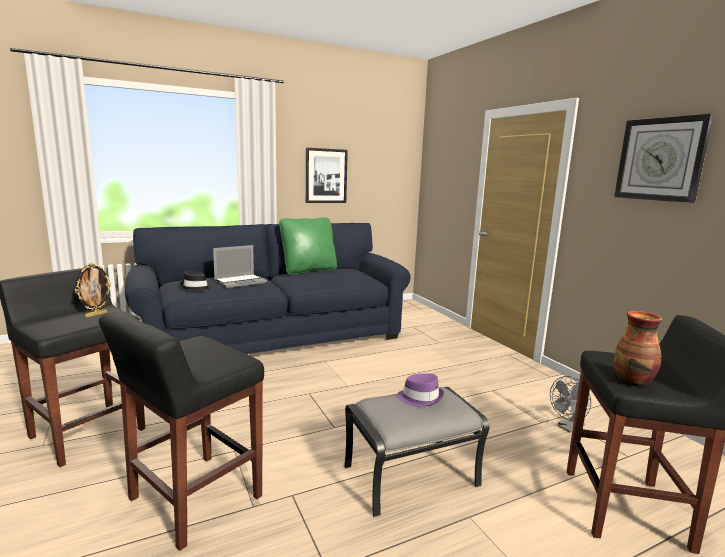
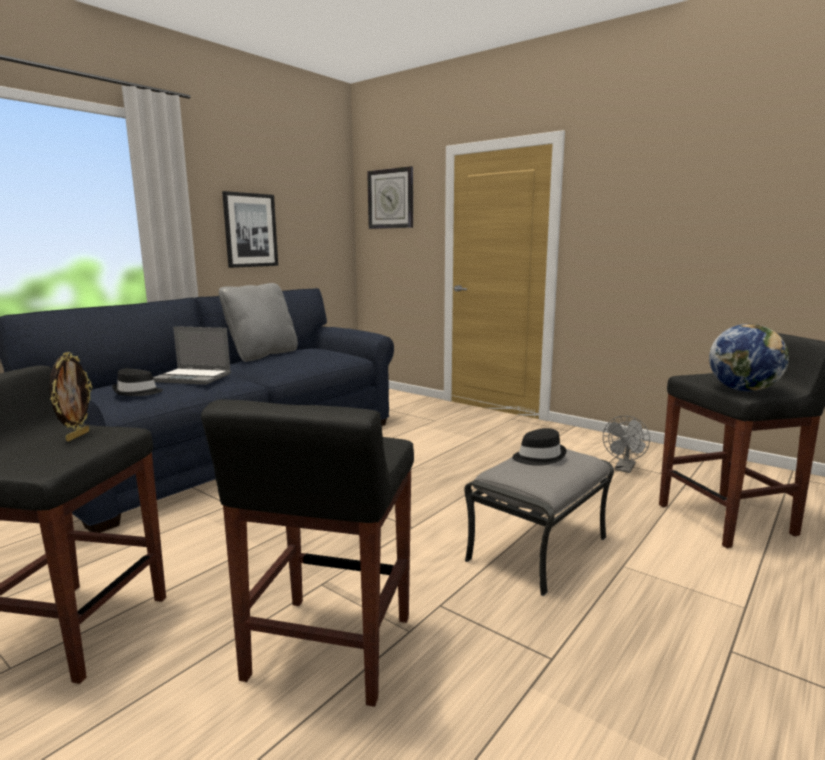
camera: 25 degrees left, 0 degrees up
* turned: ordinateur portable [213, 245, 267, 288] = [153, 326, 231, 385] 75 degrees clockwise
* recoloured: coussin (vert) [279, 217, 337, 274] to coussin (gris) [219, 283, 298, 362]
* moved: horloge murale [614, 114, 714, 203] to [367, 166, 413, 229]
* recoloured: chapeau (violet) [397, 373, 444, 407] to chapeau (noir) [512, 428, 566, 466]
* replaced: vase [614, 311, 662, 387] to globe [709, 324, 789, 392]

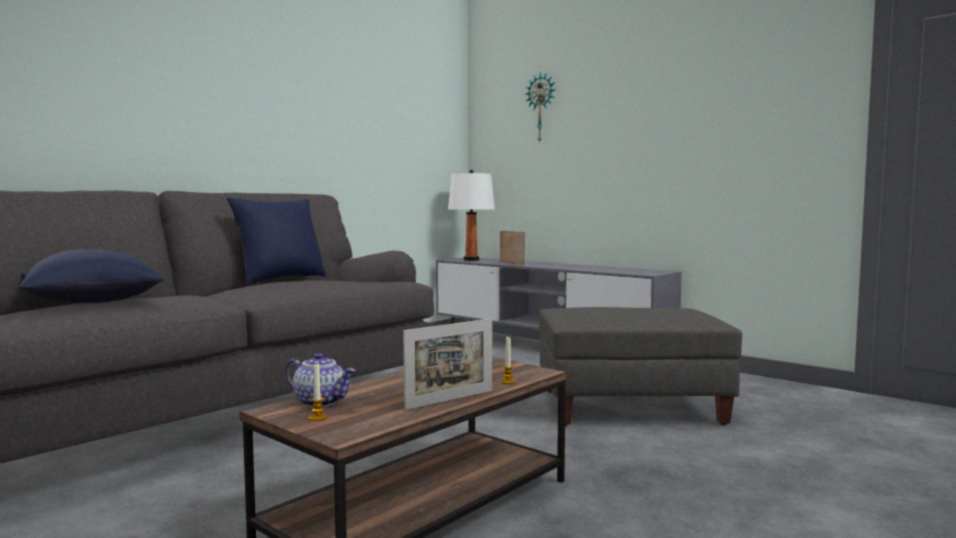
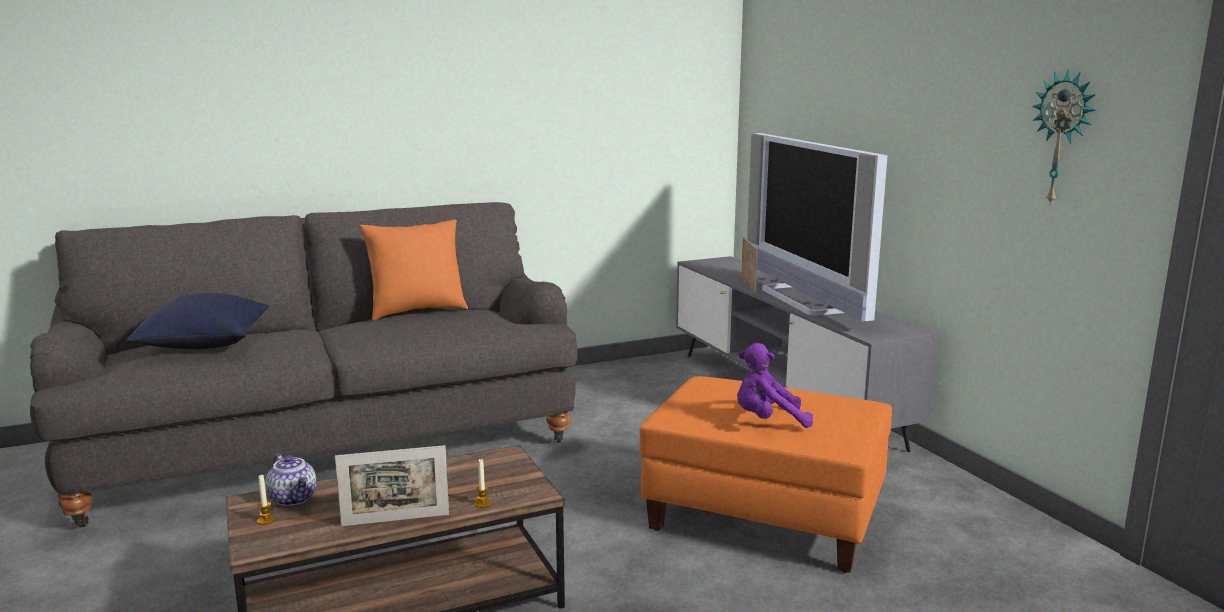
camera: 25 degrees right, 10 degrees up
* recoloured: coussin (bleu) [227, 198, 327, 286] to coussin (orange) [360, 220, 468, 320]
* recoloured: pouf (gris) [539, 307, 742, 426] to pouf (orange) [640, 376, 892, 573]
* added: peluche (violet) [737, 343, 813, 428]
* added: téléviseur [747, 133, 888, 322]
* moved: horloge murale [525, 72, 555, 144] to [1032, 69, 1096, 206]
* removed: lampe de table (blanc) [448, 170, 495, 261]

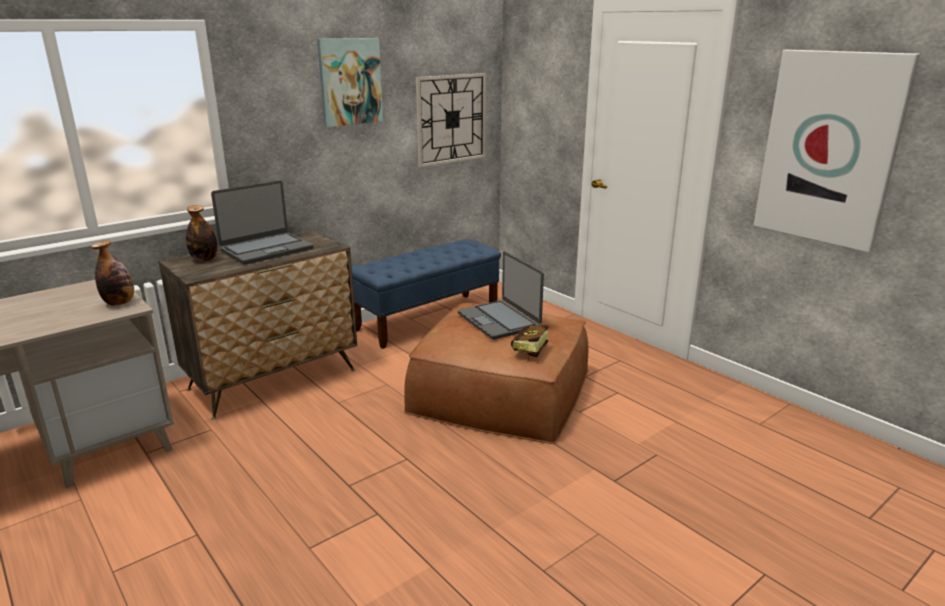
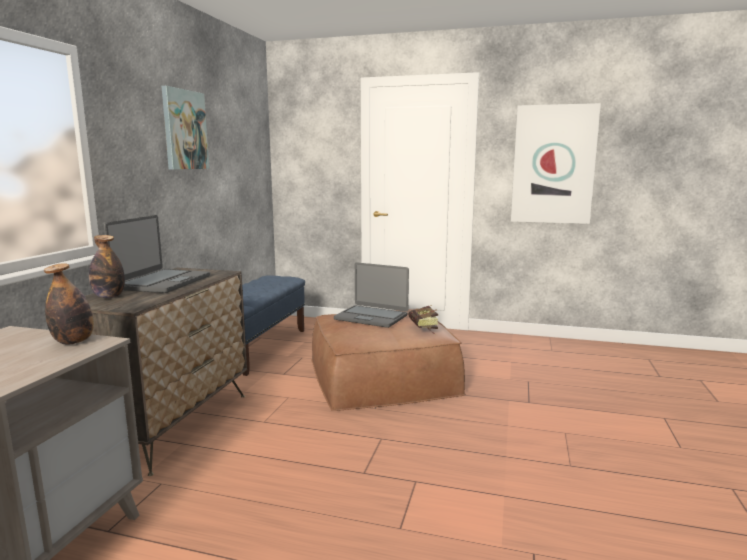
camera: 35 degrees left, 10 degrees down
* removed: horloge murale [416, 73, 486, 167]

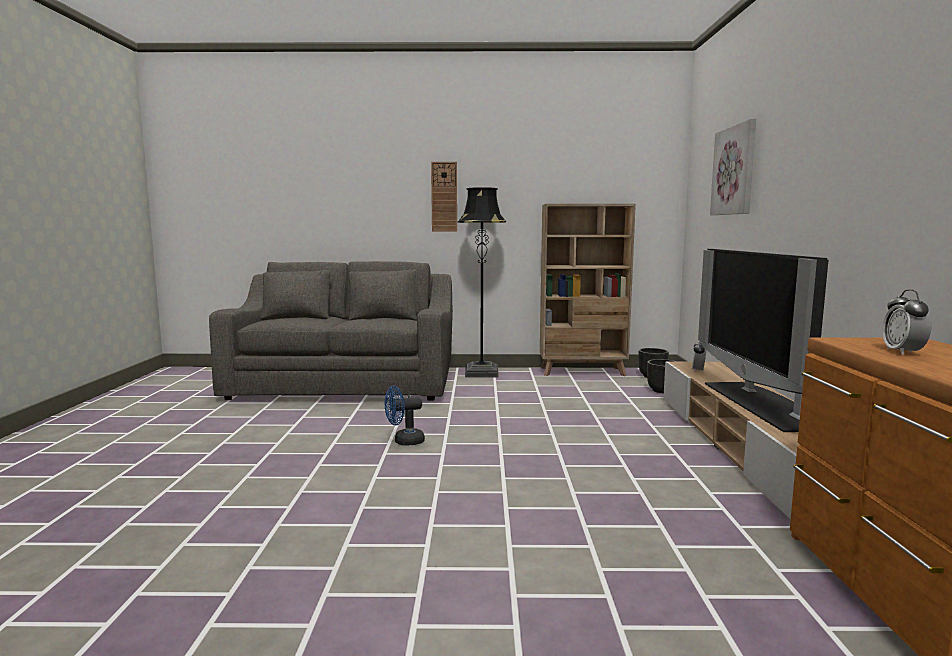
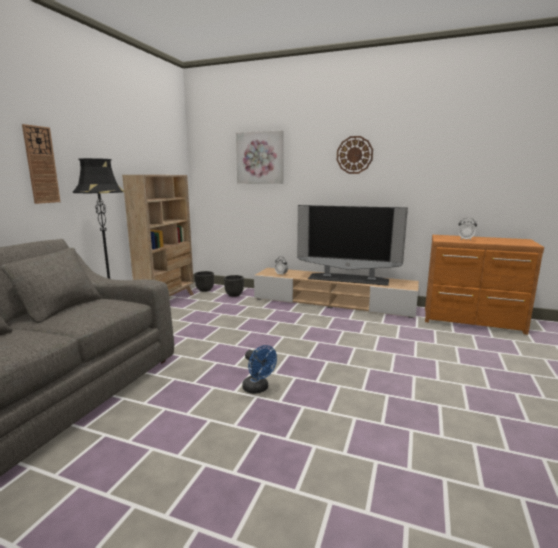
camera: 70 degrees left, 5 degrees up
* turned: ventilateur (bleu) [385, 386, 425, 446] = [242, 345, 277, 394] 45 degrees counterclockwise
* added: horloge murale [337, 136, 373, 174]

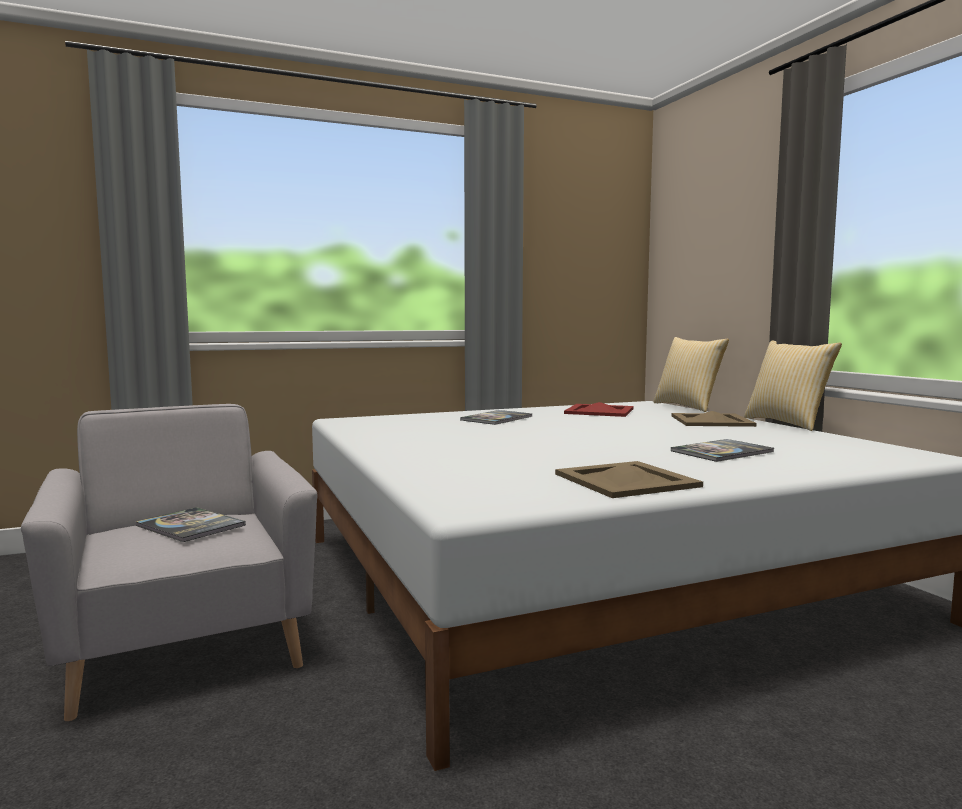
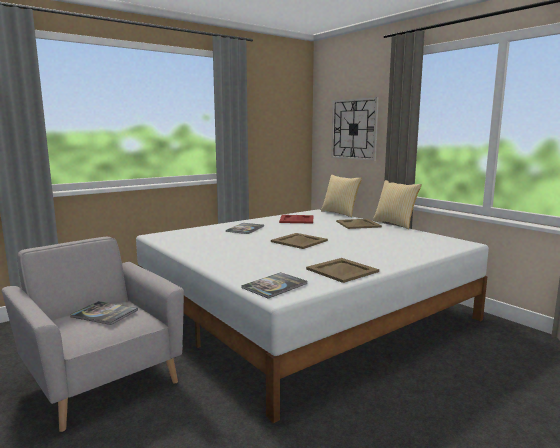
camera: 15 degrees left, 5 degrees up
* moved: livre [671, 439, 774, 462] to [241, 272, 308, 299]
* added: plateau (beige) [271, 233, 328, 249]
* added: horloge murale [331, 97, 379, 161]

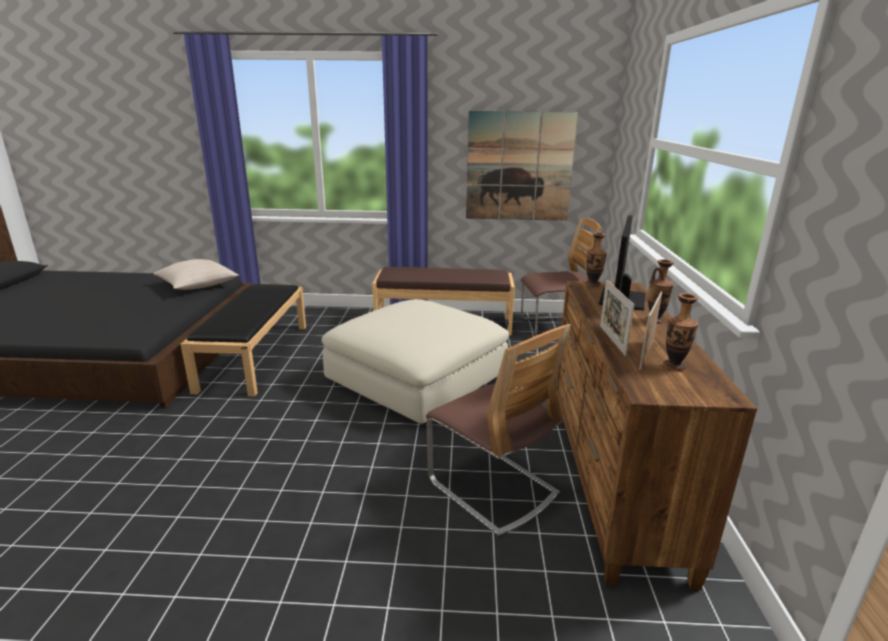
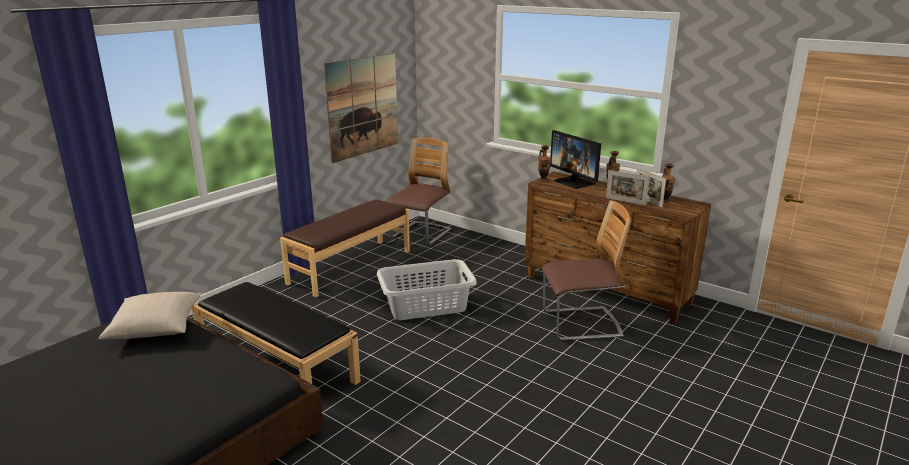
camera: 55 degrees left, 0 degrees up
* replaced: pouf (beige) [322, 299, 509, 426] to panier à linge (gris) [377, 259, 477, 320]

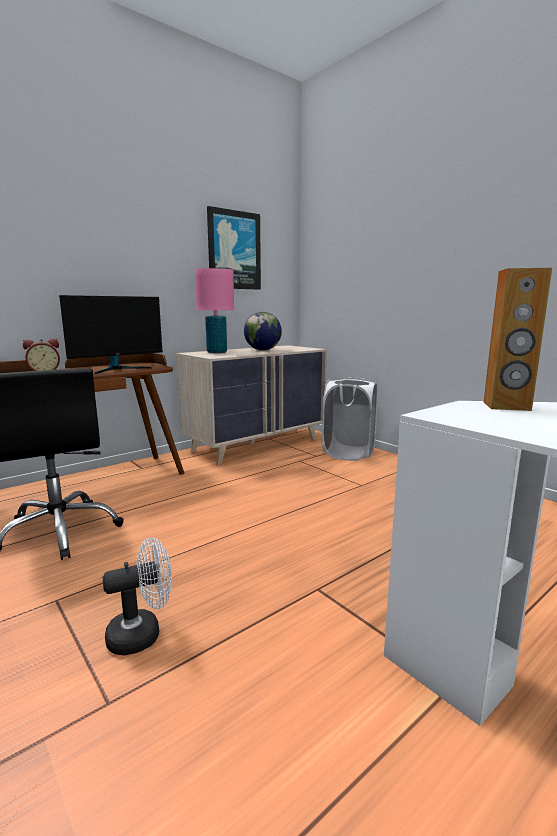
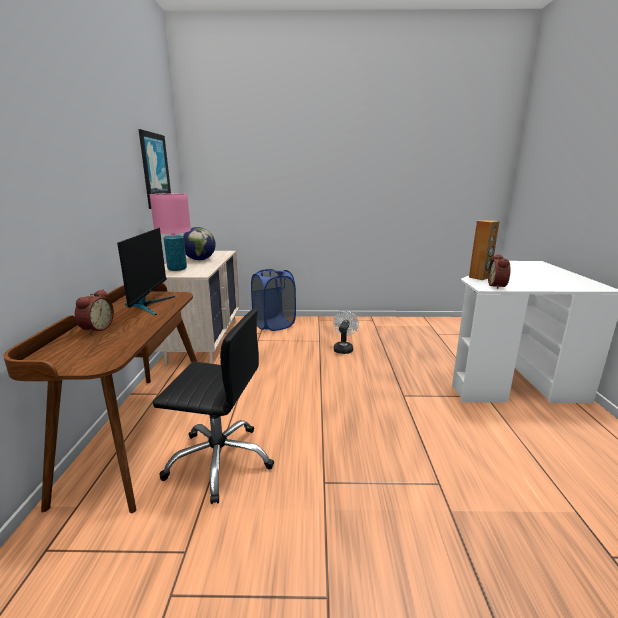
camera: 50 degrees left, 5 degrees up
* recoloured: panier à linge (blanc) [322, 377, 378, 461] to panier à linge (bleu) [251, 269, 296, 331]
* moved: ventilateur (blanc) [102, 538, 172, 655] to [333, 311, 359, 354]
* added: réveil [488, 254, 511, 289]

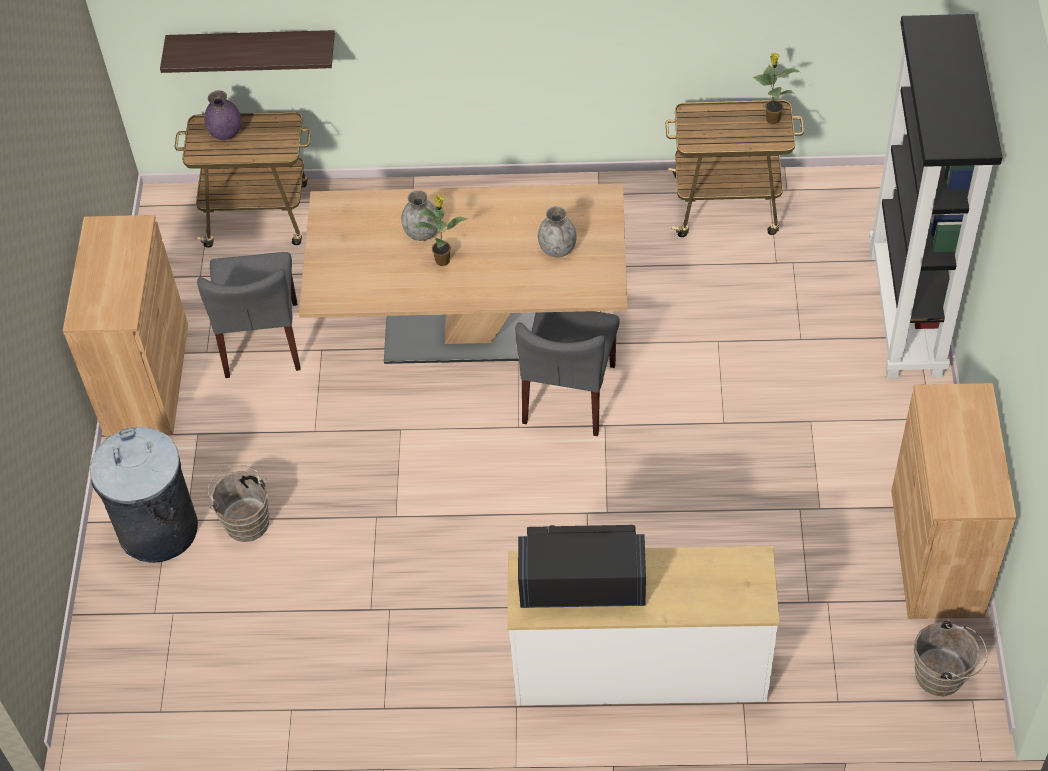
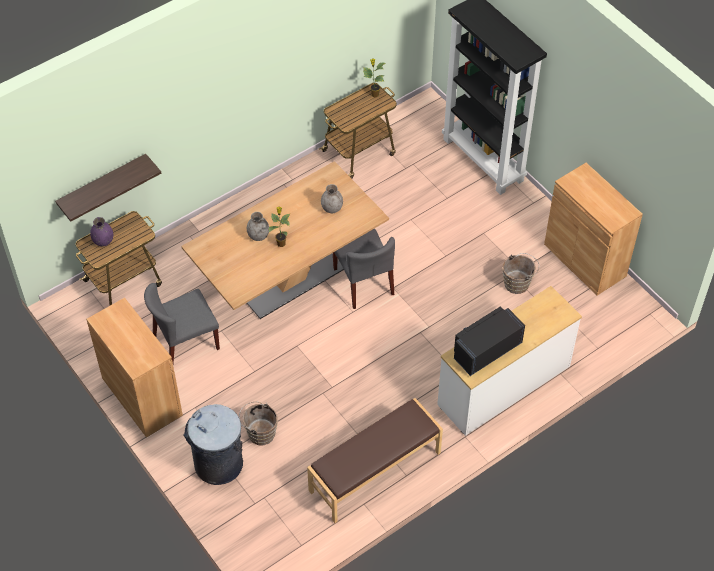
camera: 40 degrees left, 0 degrees up
* turned: chaise (gris) [197, 252, 301, 378] = [144, 283, 220, 363] 105 degrees clockwise
* added: banc (marron) [307, 398, 443, 523]
* moved: seau (marron) [913, 620, 988, 696] to [502, 253, 539, 294]

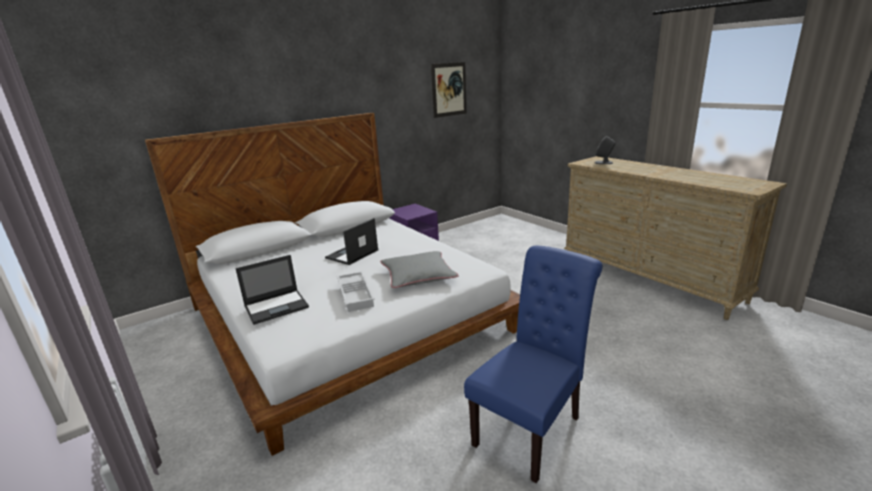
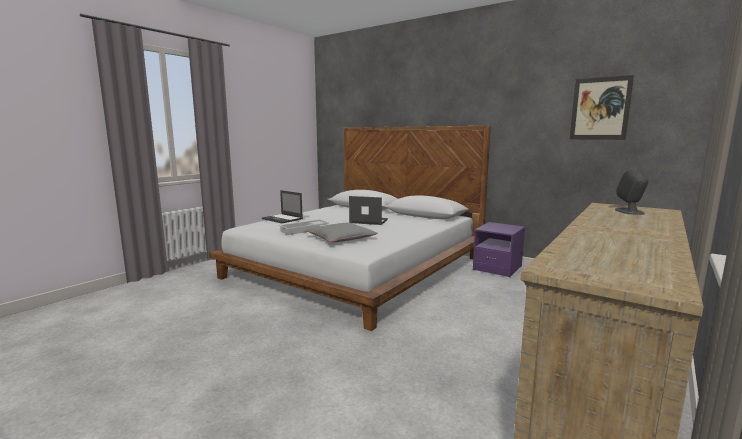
camera: 70 degrees right, 10 degrees down
* removed: chaise (bleu) [464, 246, 602, 483]

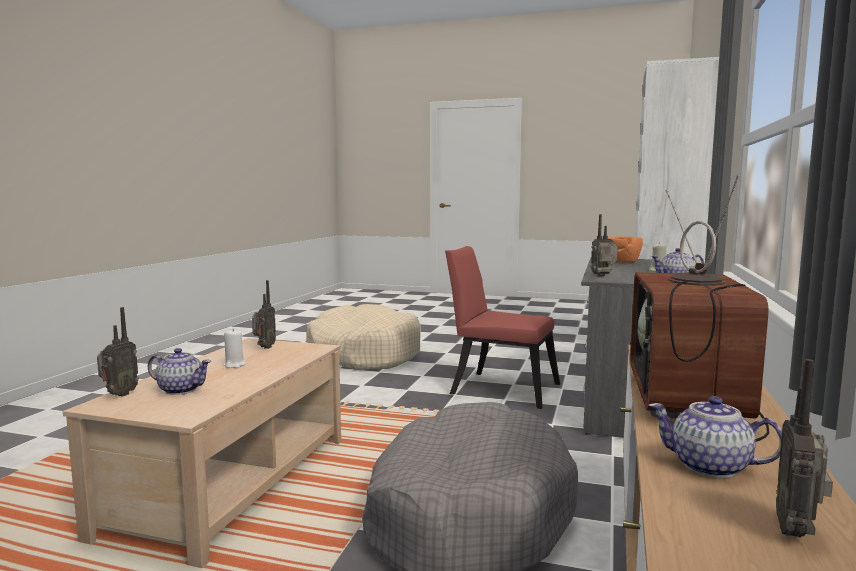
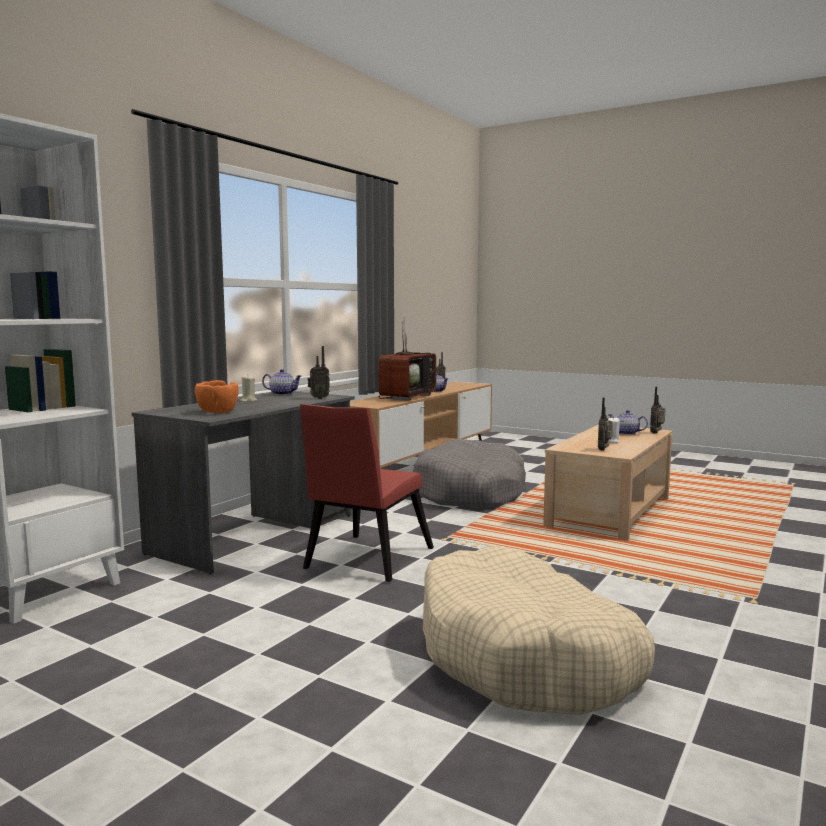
camera: 165 degrees left, 0 degrees up
* turned: chaise (rouge) [445, 246, 560, 409] = [300, 404, 434, 582] 75 degrees clockwise

